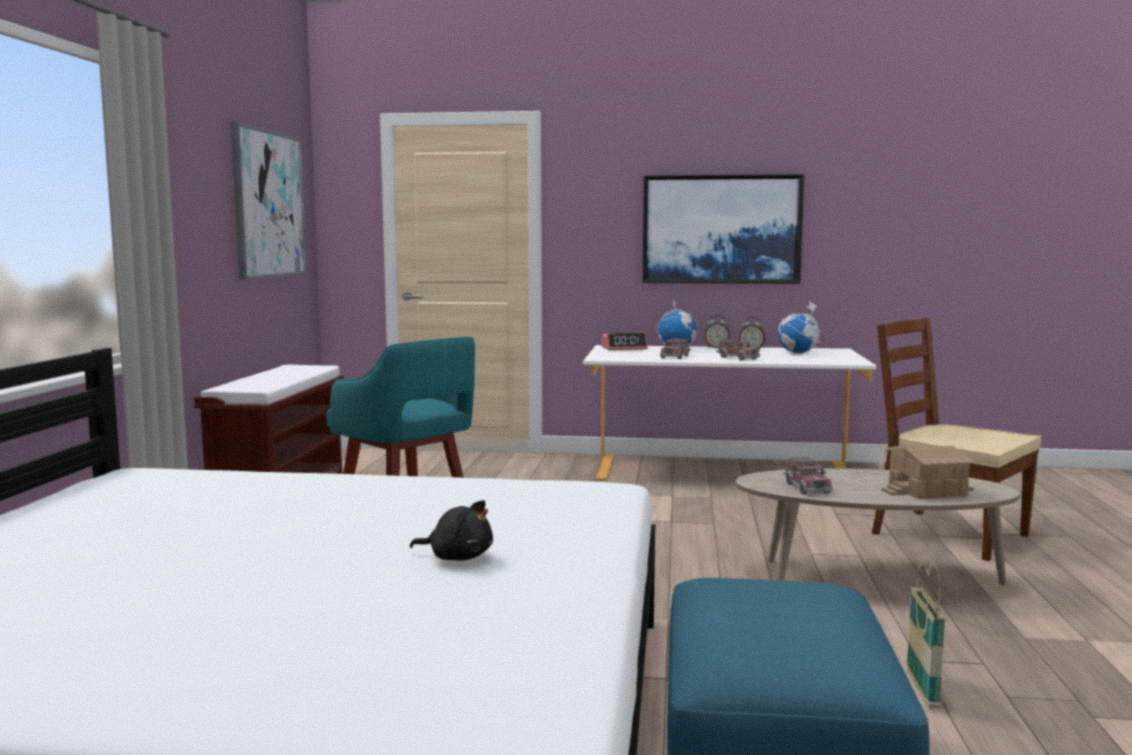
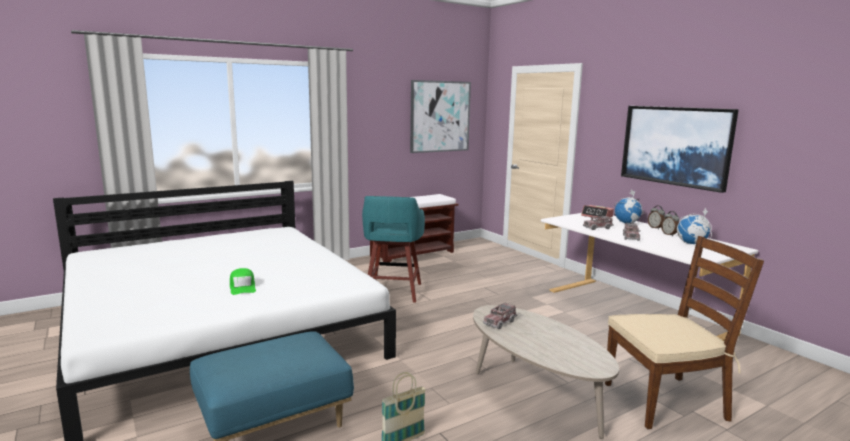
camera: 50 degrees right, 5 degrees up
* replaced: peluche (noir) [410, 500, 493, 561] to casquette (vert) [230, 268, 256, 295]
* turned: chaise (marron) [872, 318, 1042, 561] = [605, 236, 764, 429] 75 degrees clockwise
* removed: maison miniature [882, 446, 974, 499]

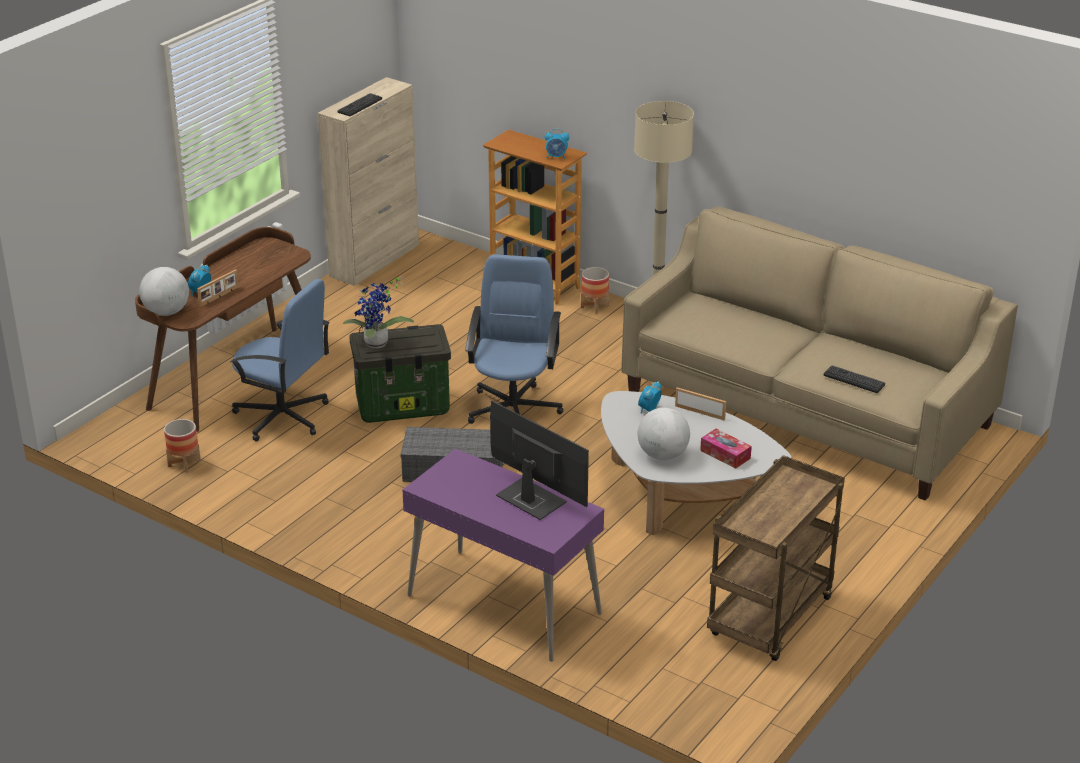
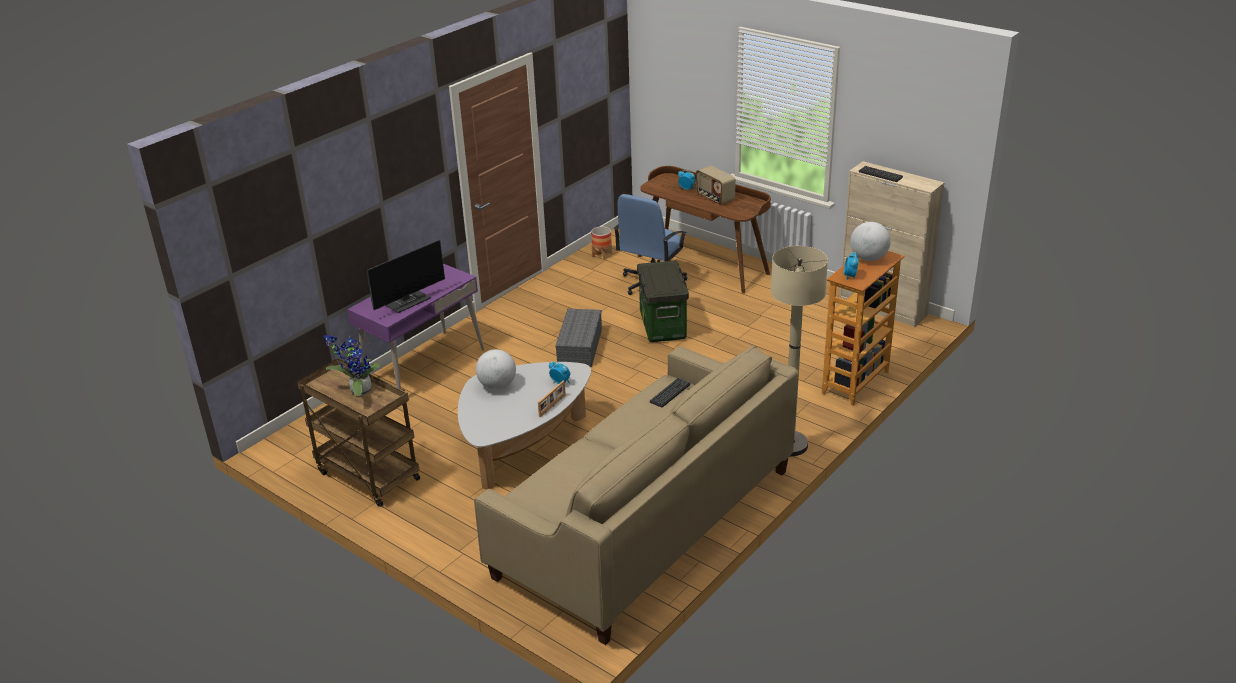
camera: 95 degrees right, 0 degrees up
* moved: plante en pot [343, 277, 414, 348] to [324, 335, 380, 396]
* moved: clavier [824, 365, 885, 393] to [650, 378, 690, 408]
* added: radio [696, 166, 736, 205]
* moved: globe [139, 267, 189, 316] to [850, 222, 891, 261]
* removed: cadre photo [197, 269, 239, 307]
* removed: chaise de bureau (bleu) [465, 254, 564, 424]
* removed: cache-pot [581, 267, 609, 314]
* removed: boîte à mouchoirs [700, 429, 752, 469]

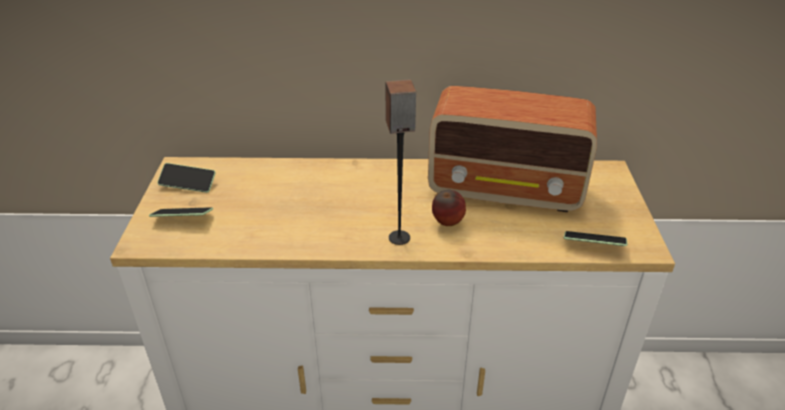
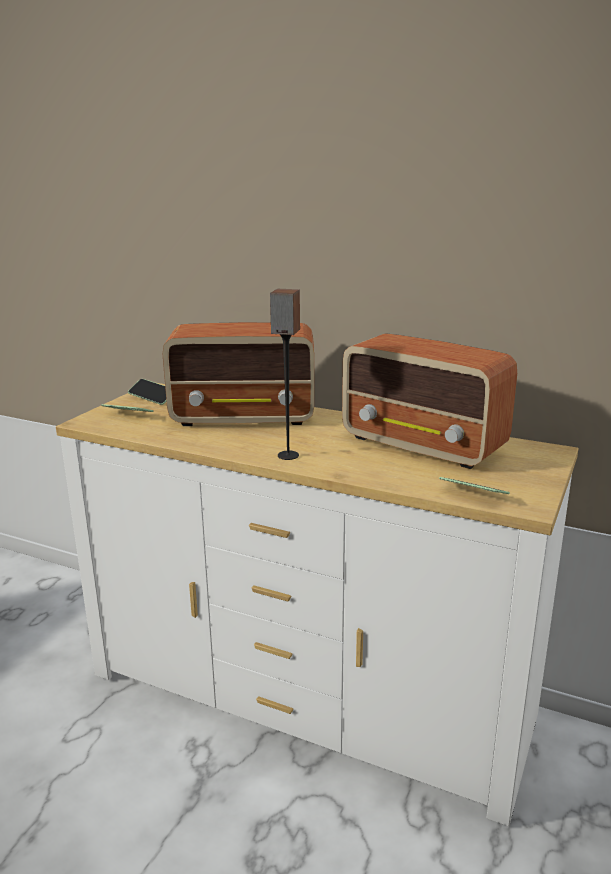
camera: 25 degrees right, 15 degrees down
* added: radio [163, 322, 314, 426]
* removed: pomme [432, 190, 466, 226]

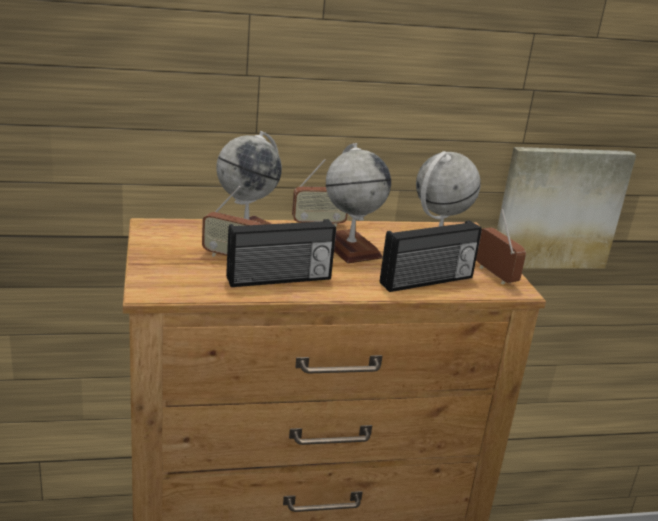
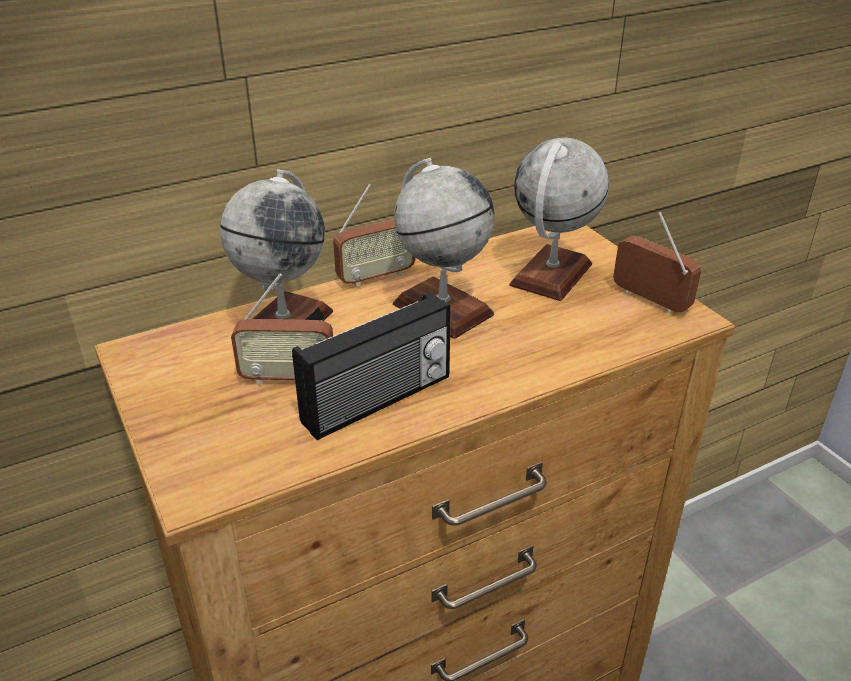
camera: 15 degrees left, 10 degrees up
* removed: radio [380, 220, 482, 292]
* removed: tableau [497, 147, 636, 269]

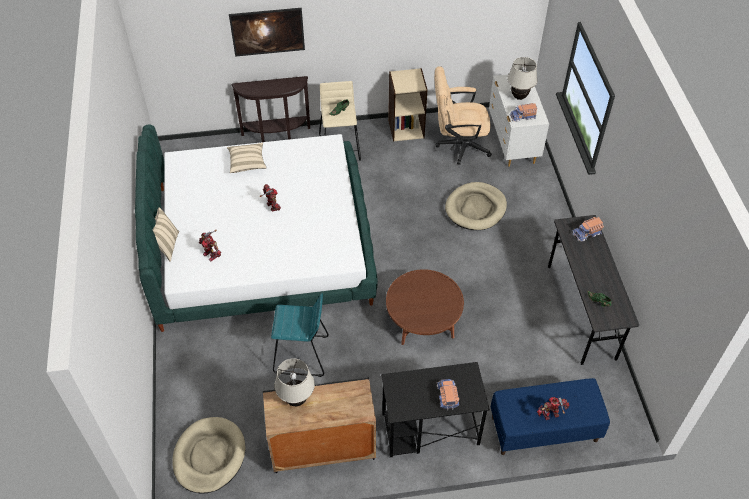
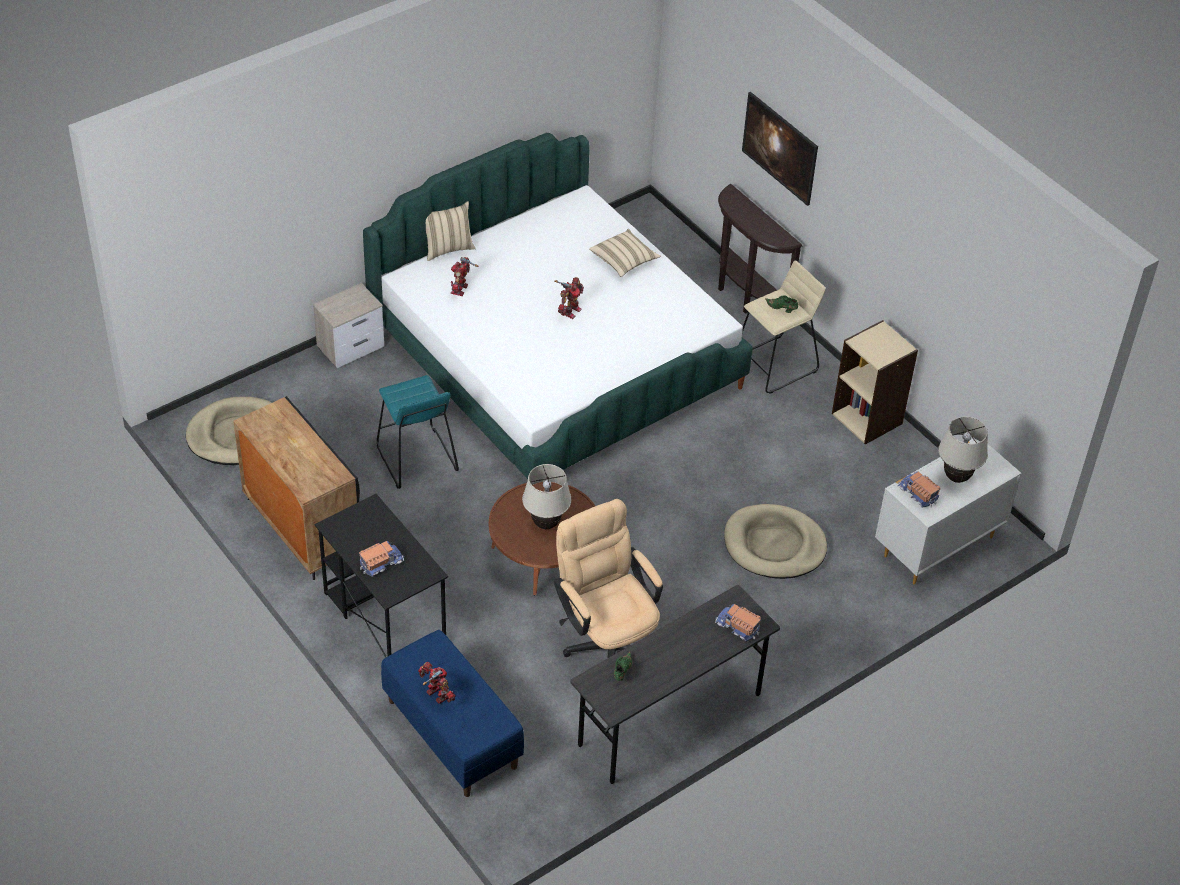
camera: 60 degrees right, 5 degrees down
* added: table de chevet [313, 283, 384, 368]
* moved: lampe de table (beige) [274, 358, 315, 406] to [522, 464, 571, 529]
* moved: chaise de bureau (beige) [434, 66, 492, 165] to [554, 499, 663, 658]

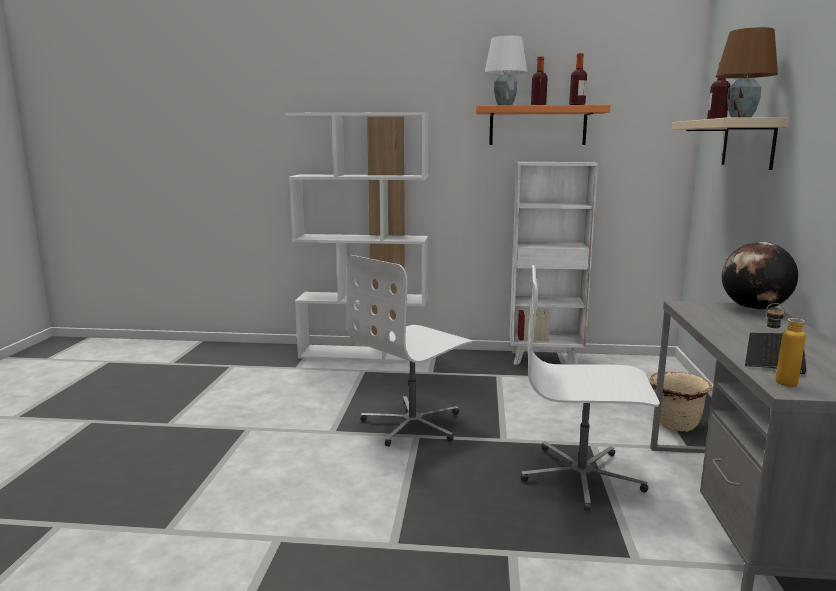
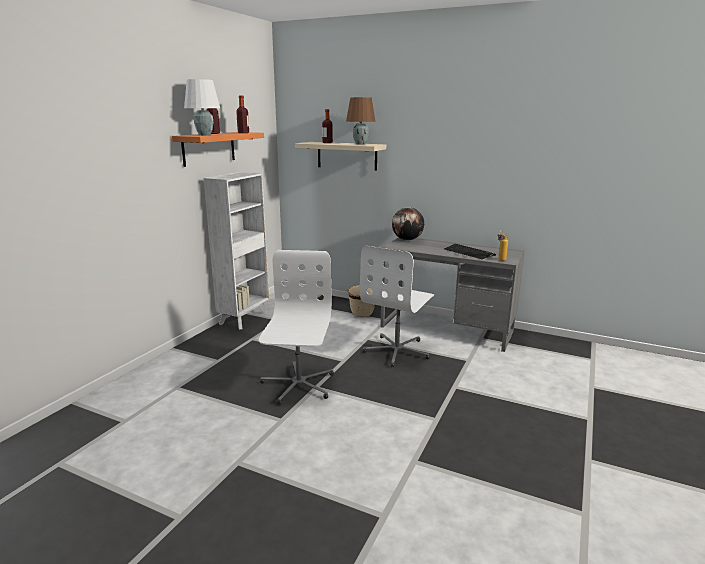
camera: 70 degrees left, 5 degrees up
* turned: chaise de bureau (blanc) [346, 255, 473, 446] = [259, 250, 334, 405] 150 degrees counterclockwise
* removed: bibliothèque (blanc) [285, 112, 428, 363]

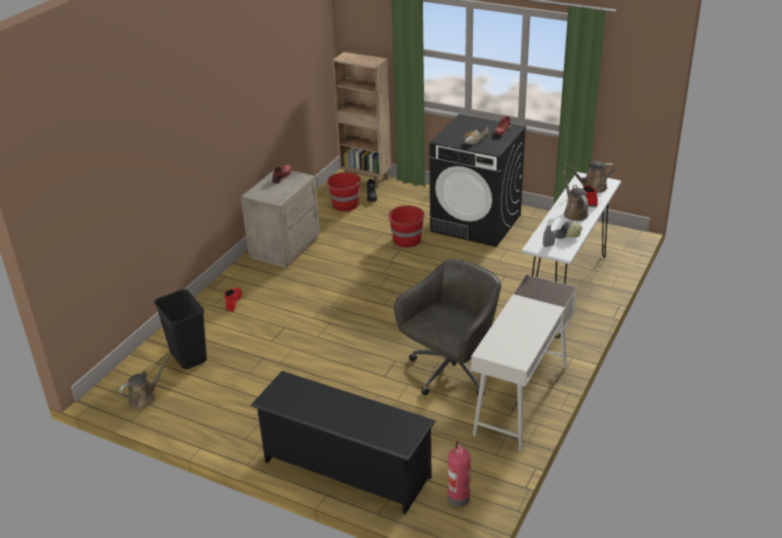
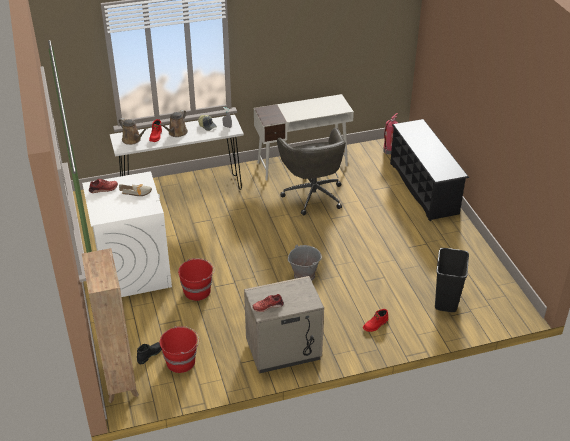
camera: 135 degrees left, 5 degrees up
* recoloured: lave-linge (noir) [429, 114, 526, 247] to lave-linge (blanc) [82, 172, 172, 297]
* turned: chaise de bureau (gris) [394, 259, 501, 396] = [277, 128, 346, 215] 105 degrees counterclockwise
* added: seau (gris) [288, 245, 322, 281]
* removed: arrosoir (marron) [119, 356, 169, 409]

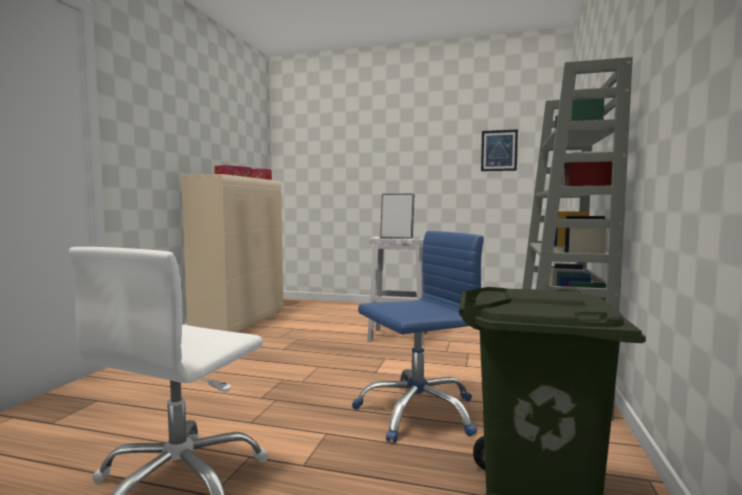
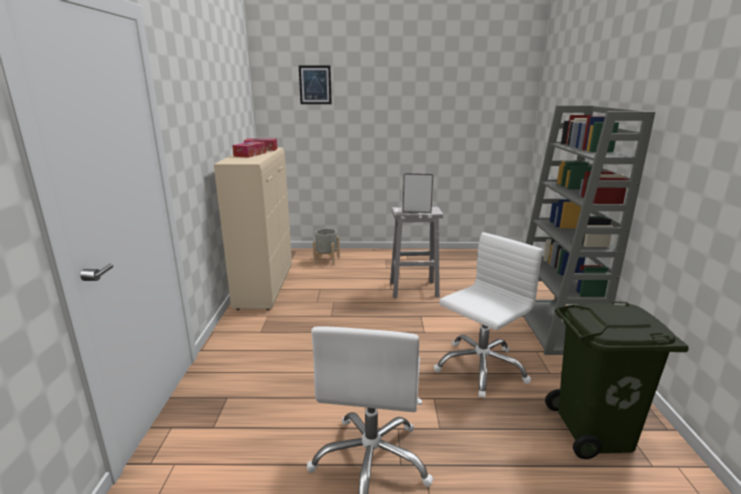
camera: 15 degrees left, 15 degrees up
* moved: tableau [481, 129, 518, 171] to [299, 65, 332, 104]
* added: cache-pot (gris) [313, 228, 340, 265]
* recoloured: chaise de bureau (bleu) [352, 231, 484, 443] to chaise de bureau (blanc) [434, 232, 543, 398]

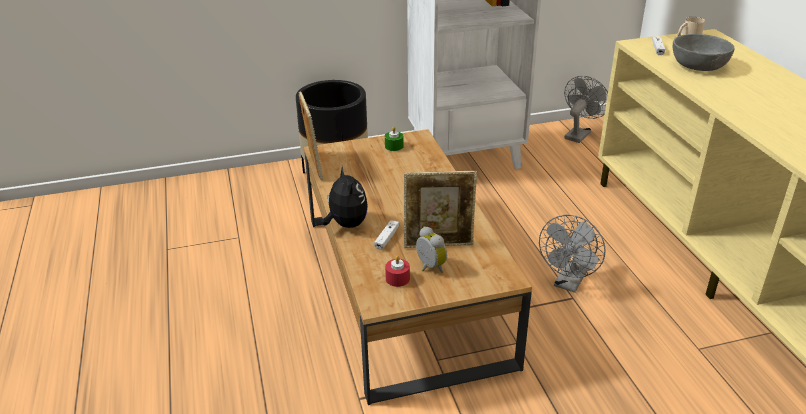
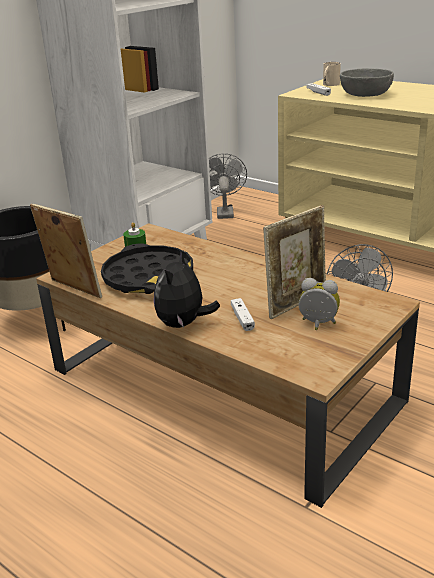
camera: 35 degrees left, 5 degrees down
* added: plateau (noir) [101, 243, 193, 294]
* turned: peluche [321, 166, 368, 228] = [154, 252, 220, 328] 105 degrees counterclockwise
* removed: bougie (rouge) [385, 255, 410, 287]

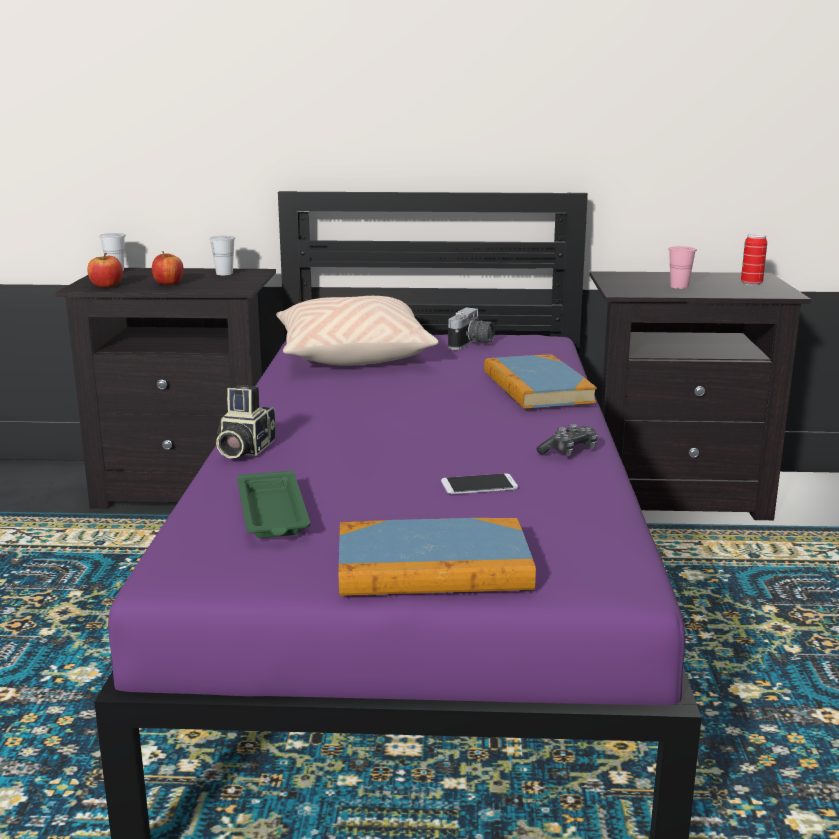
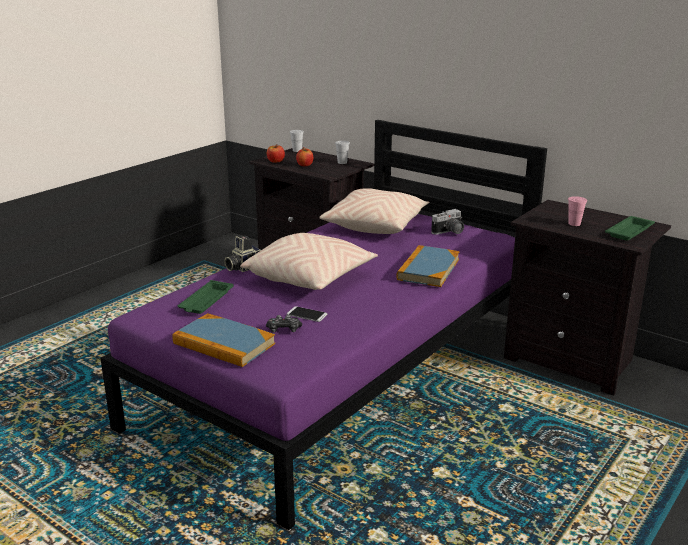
camera: 35 degrees right, 5 degrees up
* added: coussin (beige) [240, 233, 378, 290]
* moved: manette [536, 424, 598, 456] to [266, 315, 302, 333]
* replaced: boîte métallique [741, 234, 767, 286] to plateau (vert) [605, 216, 655, 241]

